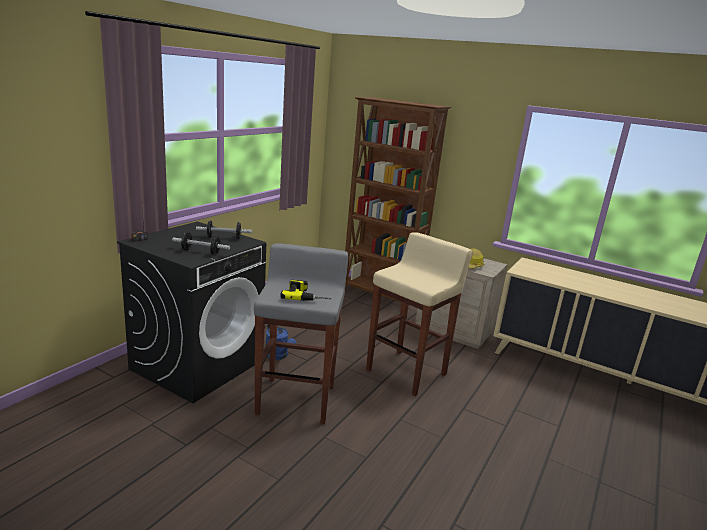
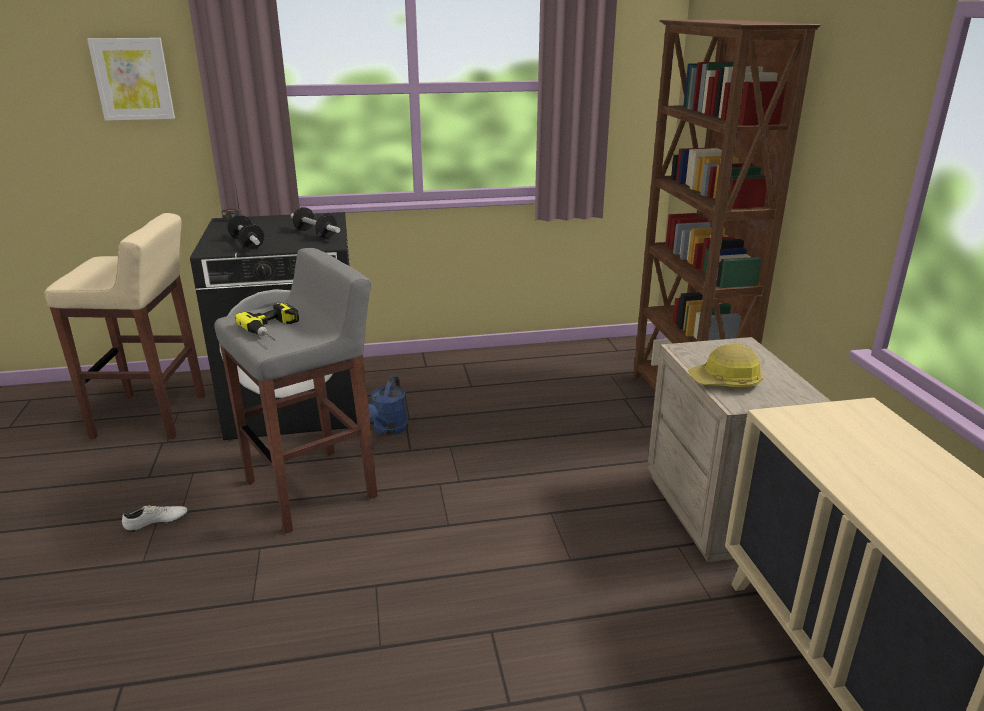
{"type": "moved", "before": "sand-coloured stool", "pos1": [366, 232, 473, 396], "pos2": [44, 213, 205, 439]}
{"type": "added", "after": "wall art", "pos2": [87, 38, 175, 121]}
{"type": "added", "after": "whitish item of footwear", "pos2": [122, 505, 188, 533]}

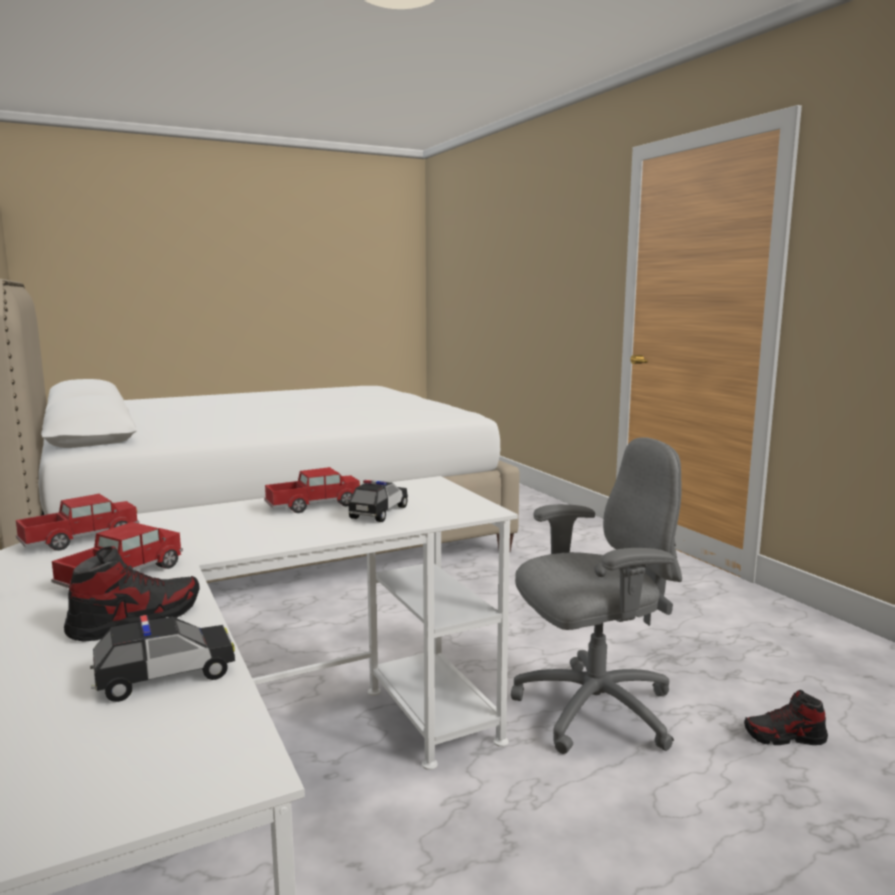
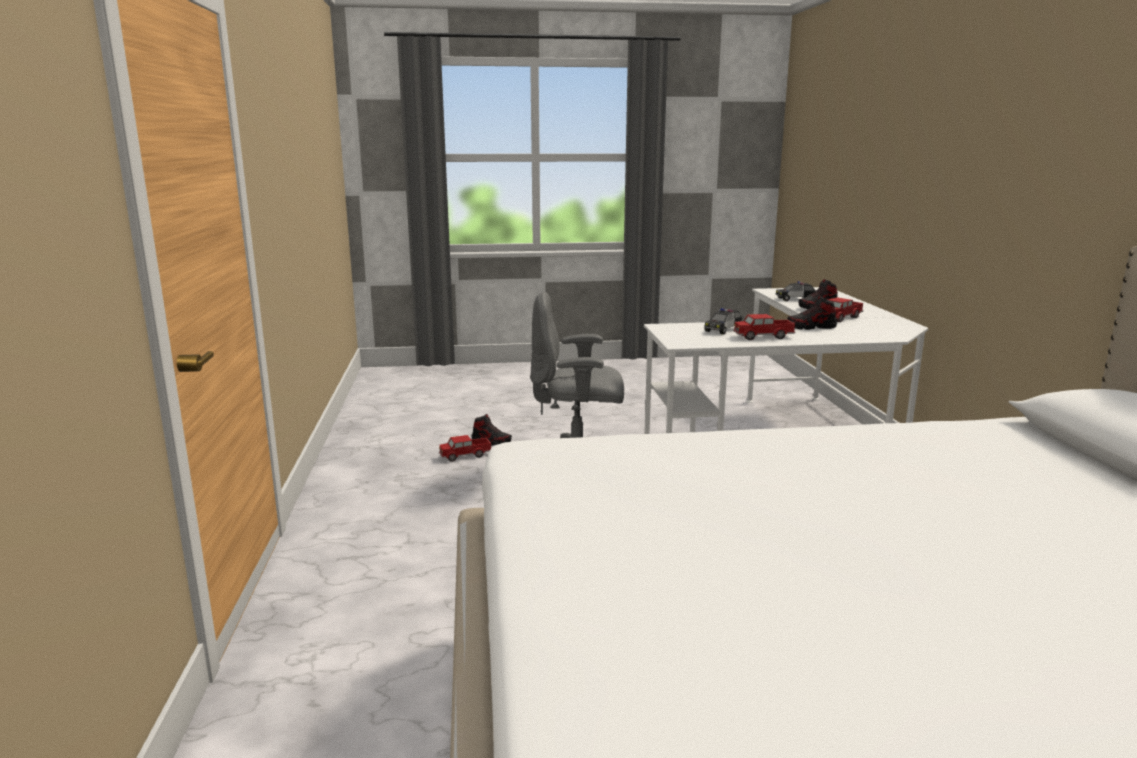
{"type": "moved", "before": "toy lorry", "pos1": [16, 494, 139, 551], "pos2": [439, 435, 491, 462]}
{"type": "added", "after": "item of footwear", "pos2": [787, 296, 837, 330]}

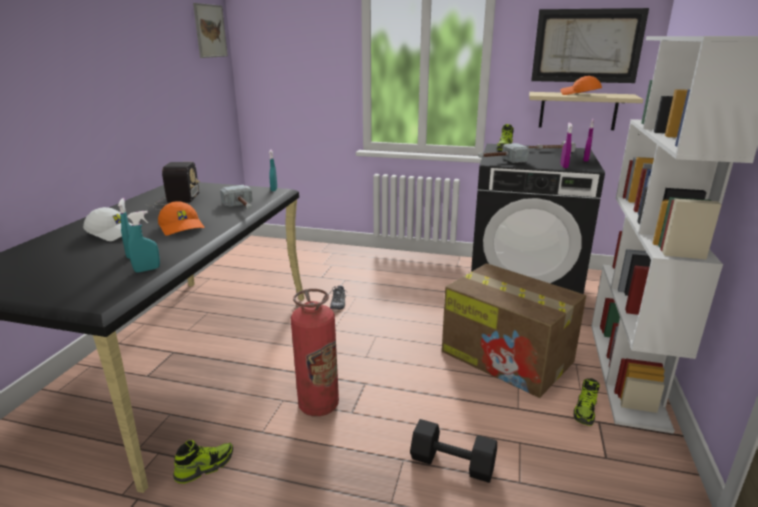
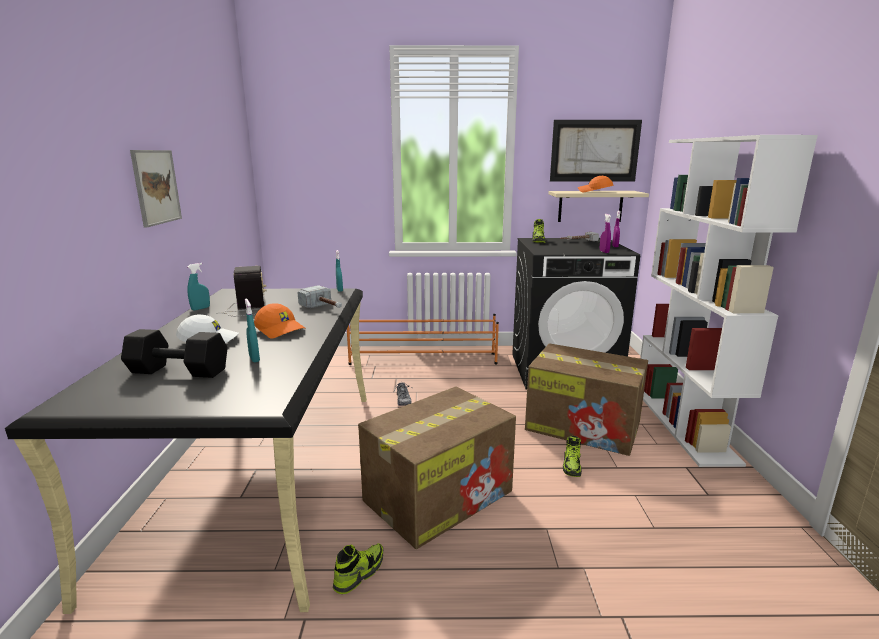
{"type": "moved", "before": "wall art", "pos1": [193, 3, 228, 58], "pos2": [130, 150, 182, 228]}
{"type": "removed", "before": "tool hammer", "pos1": [478, 143, 529, 163]}
{"type": "moved", "before": "turquoise-coloured sprayer", "pos1": [127, 211, 160, 273], "pos2": [187, 263, 210, 311]}
{"type": "replaced", "before": "extinguisher", "after": "packing box", "pos1": [291, 289, 339, 416], "pos2": [358, 386, 516, 549]}
{"type": "moved", "before": "item of footwear", "pos1": [574, 378, 600, 426], "pos2": [563, 436, 582, 477]}
{"type": "moved", "before": "black free weight", "pos1": [410, 419, 497, 483], "pos2": [121, 329, 228, 378]}
{"type": "added", "after": "orange-coloured shoe shelf", "pos2": [347, 314, 499, 365]}

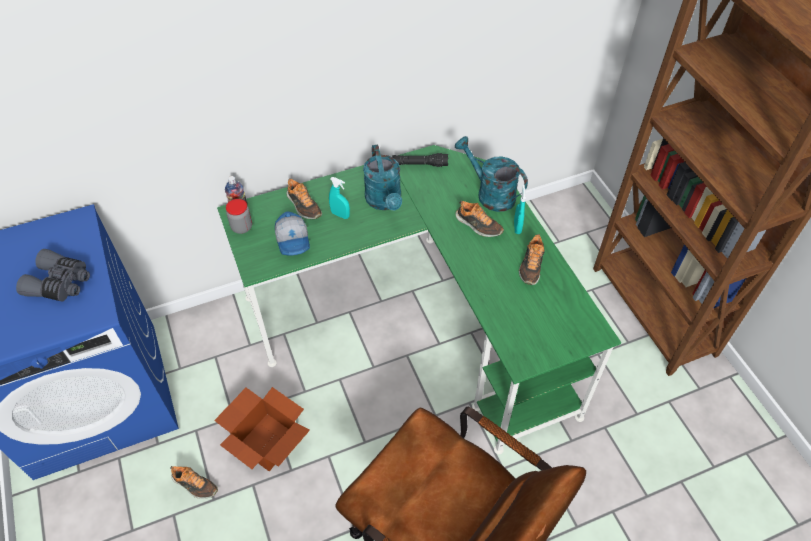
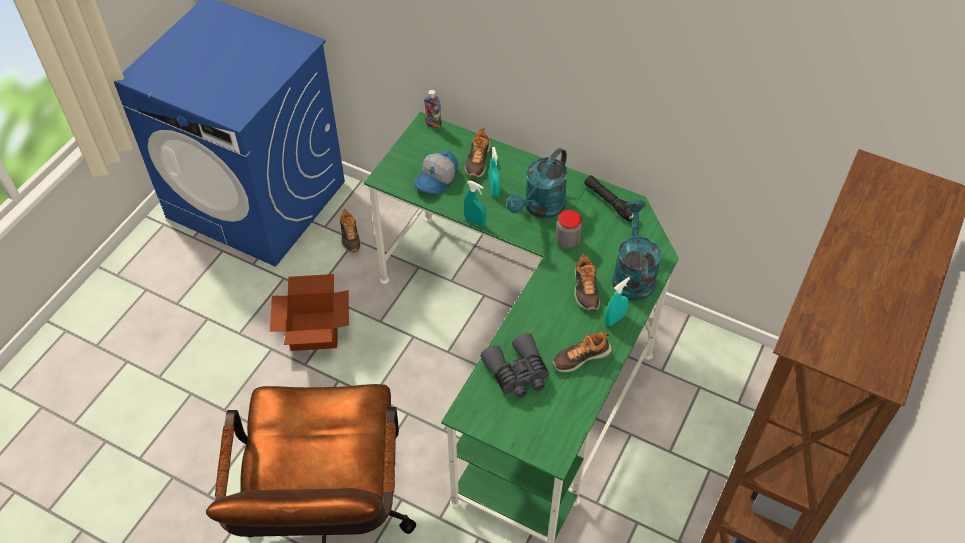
{"type": "moved", "before": "storage jar", "pos1": [226, 199, 252, 234], "pos2": [556, 210, 582, 248]}
{"type": "moved", "before": "gray pair of binoculars", "pos1": [16, 249, 90, 302], "pos2": [480, 333, 549, 398]}
{"type": "moved", "before": "item of footwear", "pos1": [170, 466, 218, 499], "pos2": [340, 209, 361, 252]}
{"type": "added", "after": "turquoise-coloured sprayer", "pos2": [463, 181, 486, 226]}

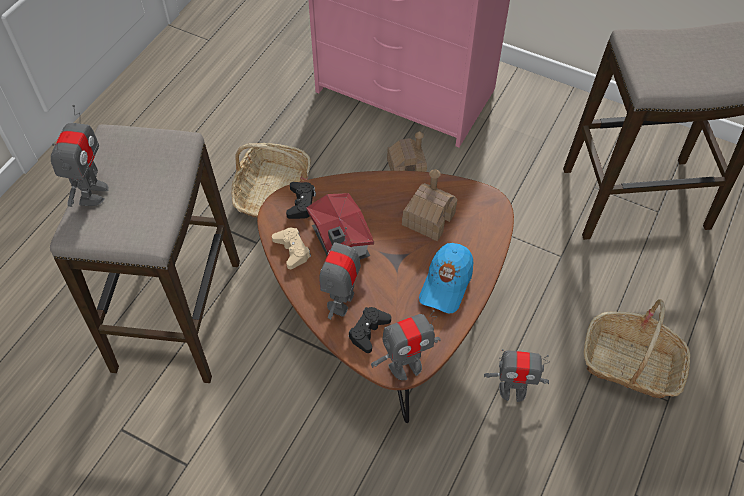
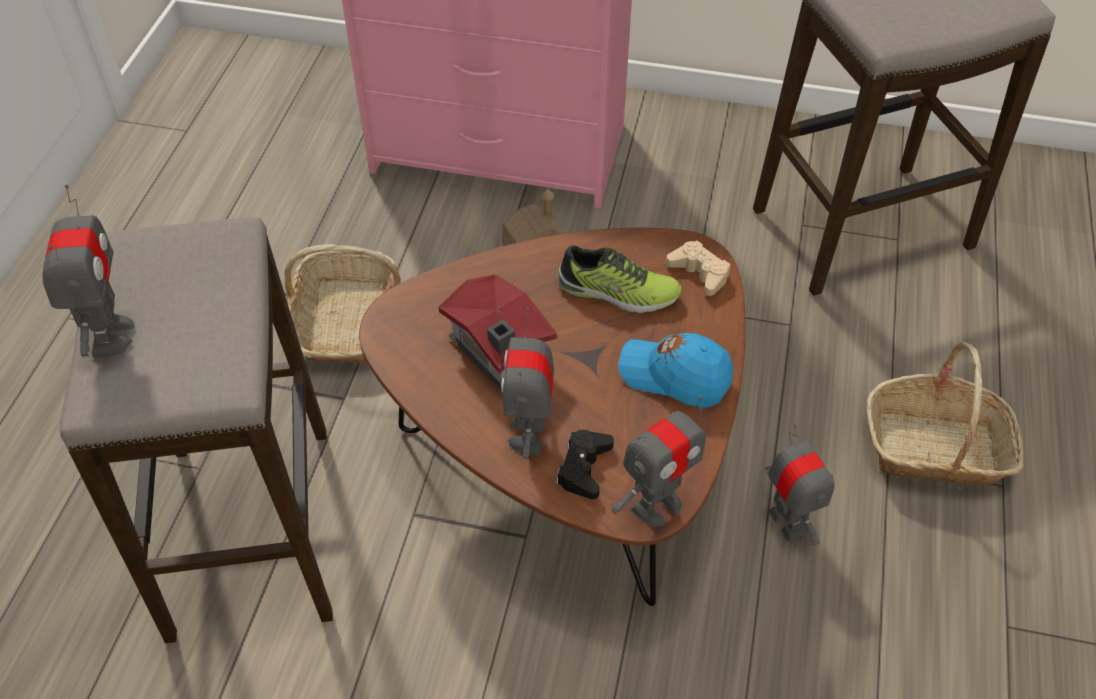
{"type": "replaced", "before": "miniature house", "after": "item of footwear", "pos1": [402, 169, 457, 241], "pos2": [557, 245, 682, 313]}
{"type": "removed", "before": "black joypad", "pos1": [286, 182, 316, 219]}
{"type": "moved", "before": "sand-coloured joypad", "pos1": [272, 228, 311, 269], "pos2": [666, 241, 730, 296]}
{"type": "turned", "before": "blue-coloured peaked cap", "pos1": [419, 243, 473, 314], "pos2": [618, 333, 733, 408], "turn": 105}
{"type": "turned", "before": "robot figure", "pos1": [484, 349, 549, 402], "pos2": [765, 425, 834, 545], "turn": -105}

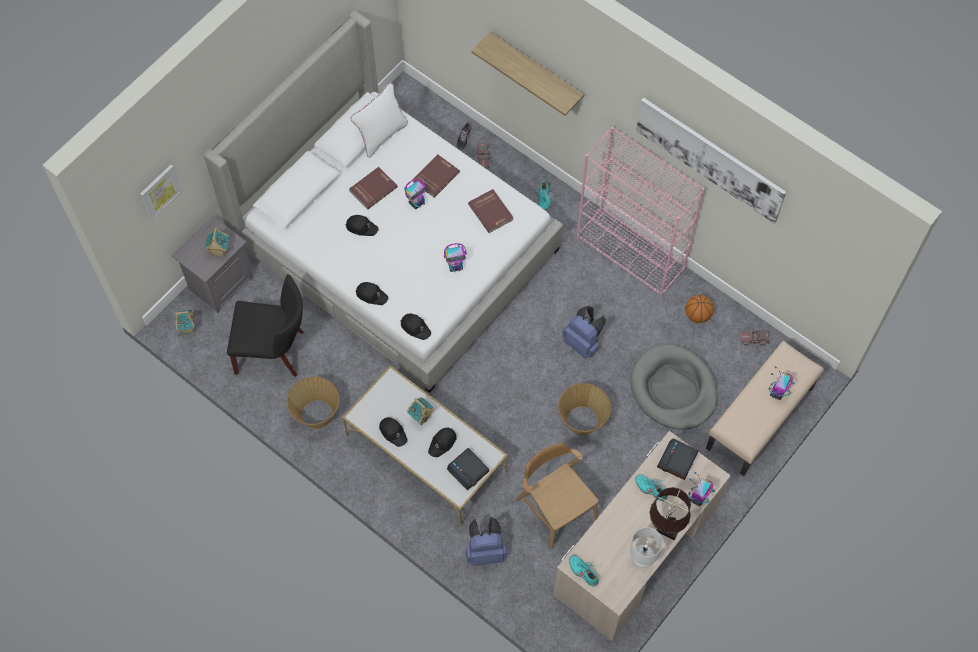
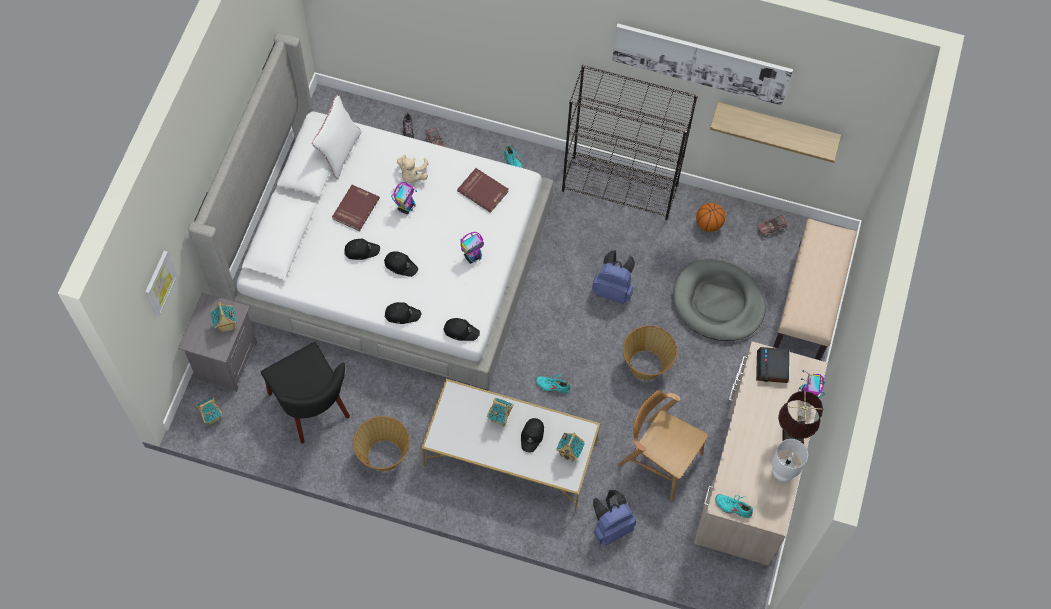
{"type": "moved", "before": "bracket shelf", "pos1": [471, 32, 584, 116], "pos2": [710, 102, 841, 163]}
{"type": "recoloured", "before": "pink-coloured bookcase", "after": "black bookcase", "pos1": [577, 126, 705, 298], "pos2": [562, 65, 698, 220]}
{"type": "replaced", "before": "reddish volume", "after": "sand-coloured soft toy", "pos1": [413, 155, 460, 198], "pos2": [397, 155, 429, 183]}
{"type": "turned", "before": "black plain chair", "pos1": [227, 274, 304, 377], "pos2": [261, 342, 350, 444], "turn": 75}
{"type": "removed", "before": "robot figure", "pos1": [769, 366, 795, 400]}
{"type": "moved", "before": "black peaked cap", "pos1": [379, 417, 407, 447], "pos2": [384, 251, 418, 277]}
{"type": "replaced", "before": "table clock", "after": "miniature house", "pos1": [447, 448, 489, 491], "pos2": [556, 432, 585, 462]}
{"type": "moved", "before": "turquoise-coloured item of footwear", "pos1": [635, 474, 668, 501], "pos2": [536, 374, 571, 394]}

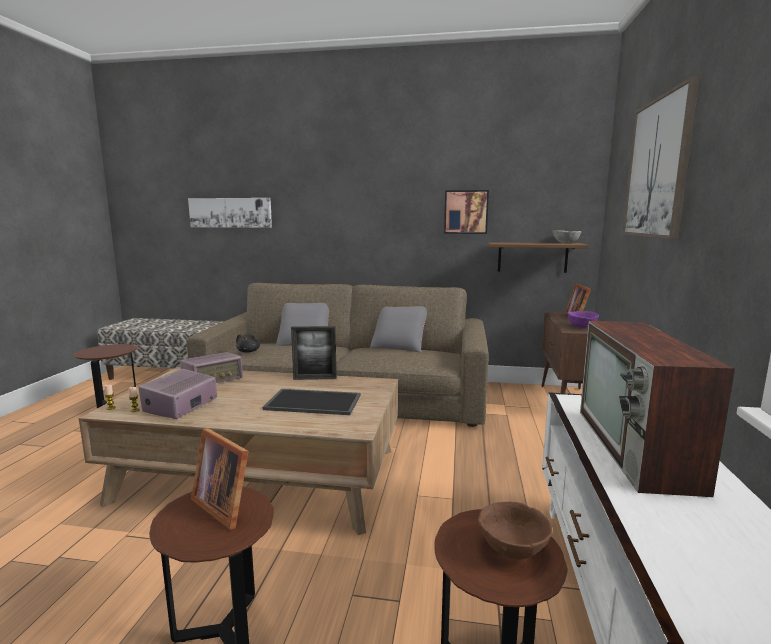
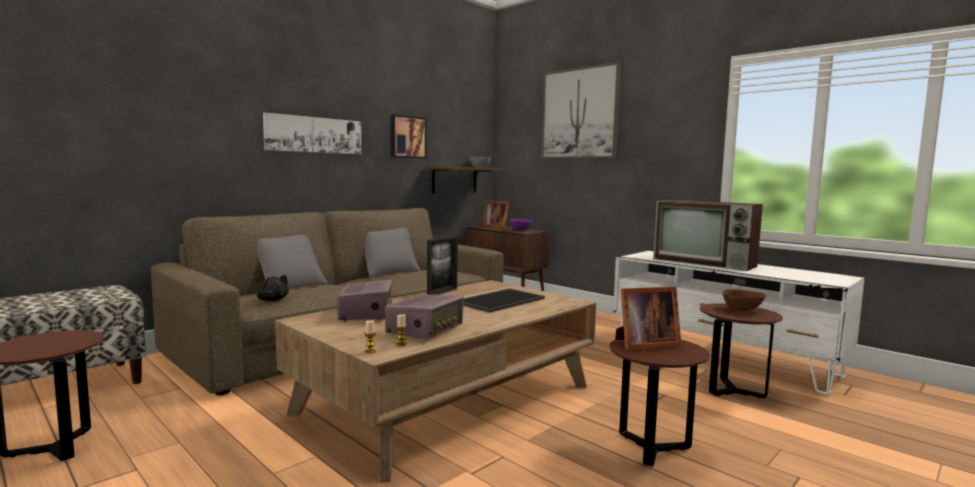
{"type": "moved", "before": "wall art", "pos1": [188, 198, 272, 228], "pos2": [263, 113, 361, 154]}
{"type": "turned", "before": "radio", "pos1": [138, 369, 217, 419], "pos2": [385, 294, 464, 340], "turn": -120}

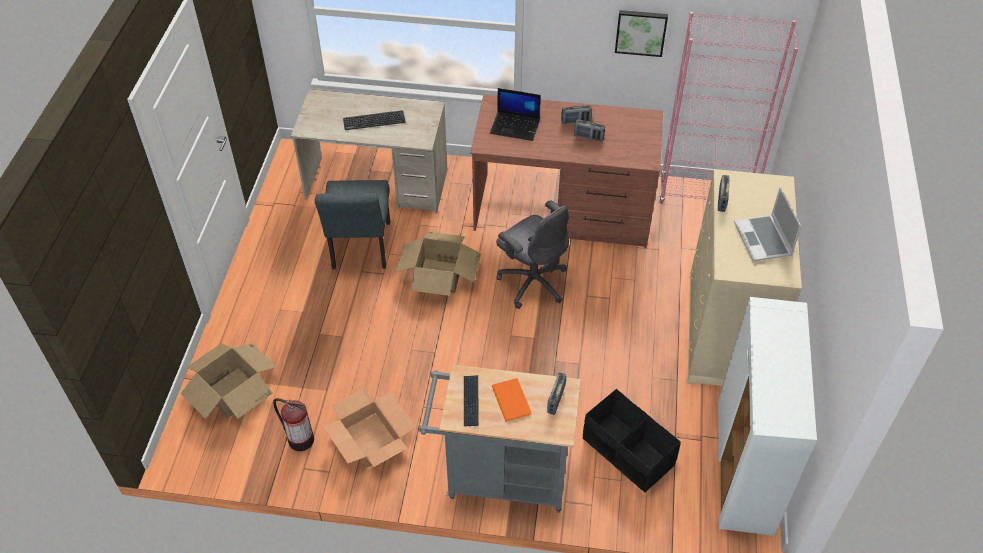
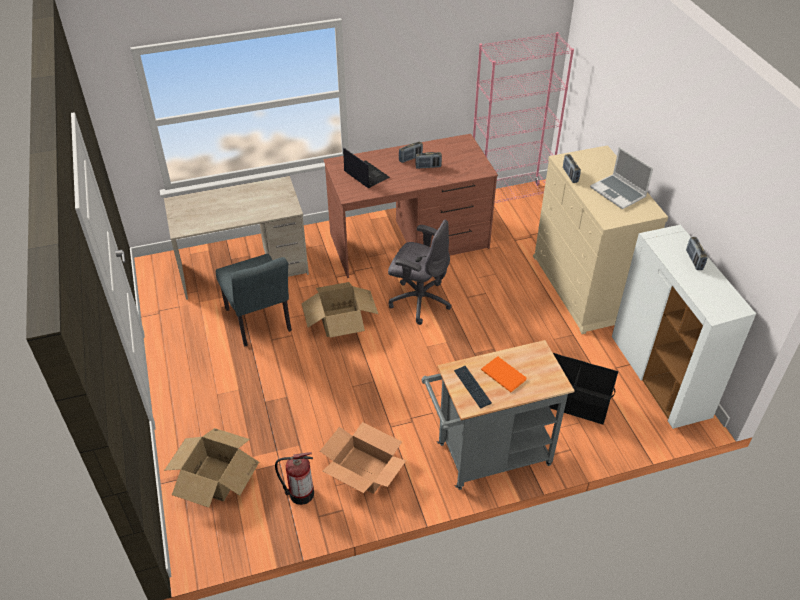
{"type": "removed", "before": "wall art", "pos1": [615, 10, 668, 57]}
{"type": "turned", "before": "portable computer", "pos1": [490, 88, 541, 141], "pos2": [343, 148, 390, 188], "turn": -120}
{"type": "removed", "before": "computer keyboard", "pos1": [343, 110, 406, 130]}
{"type": "moved", "before": "radio", "pos1": [547, 373, 566, 415], "pos2": [686, 237, 708, 270]}

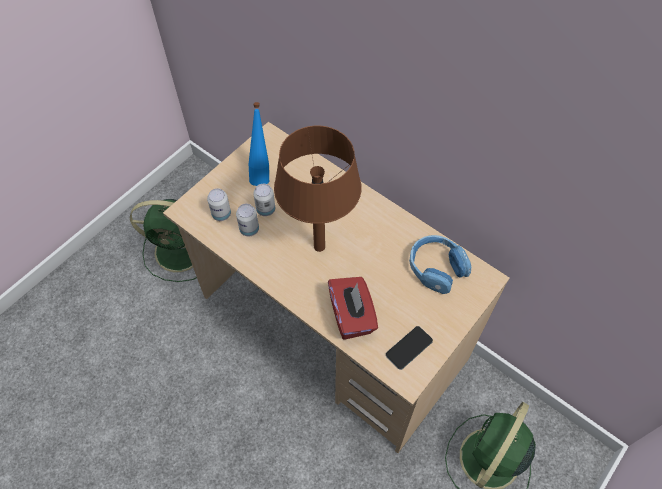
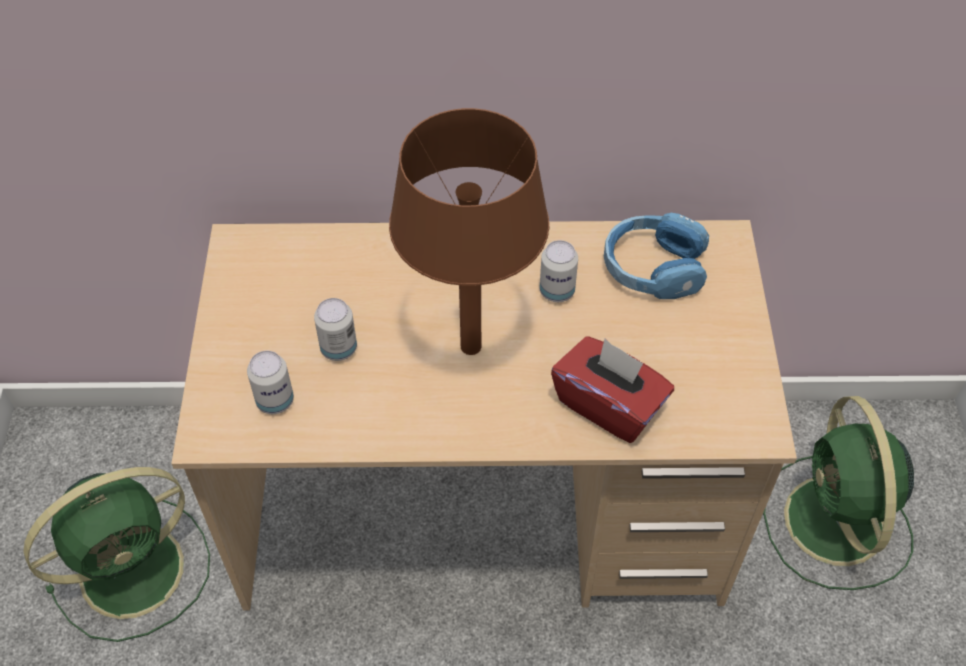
{"type": "removed", "before": "blue-coloured drink bottle", "pos1": [249, 102, 269, 186]}
{"type": "moved", "before": "can", "pos1": [236, 204, 259, 236], "pos2": [540, 240, 578, 302]}
{"type": "removed", "before": "telephone", "pos1": [386, 326, 433, 370]}

